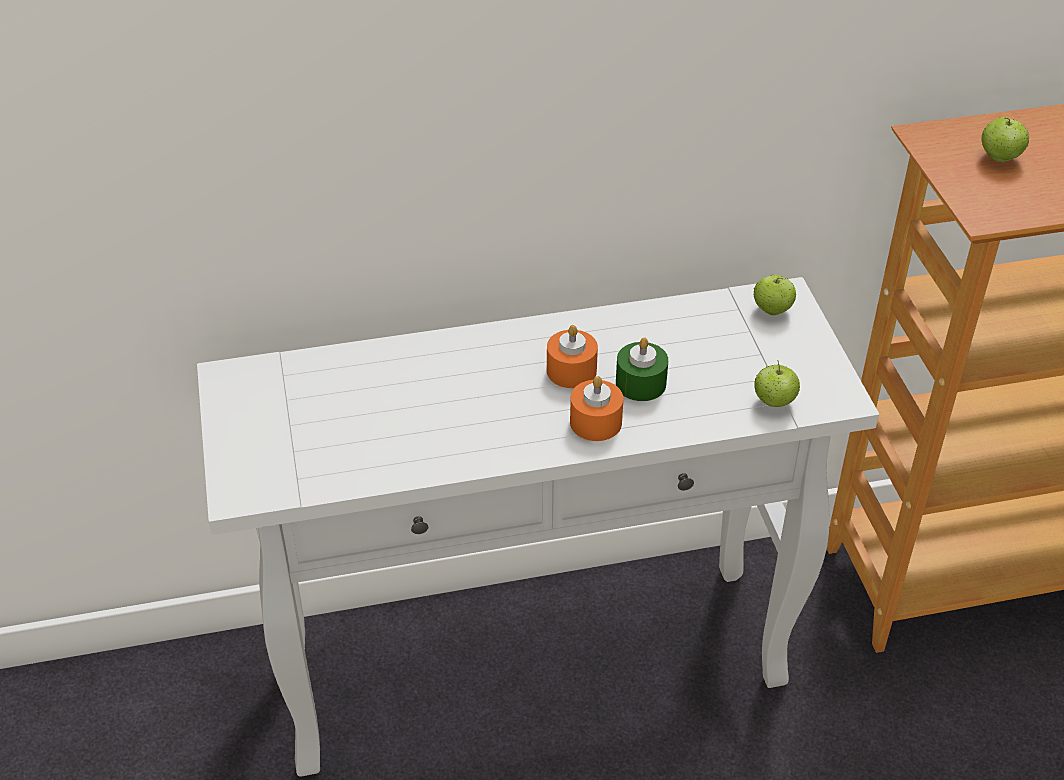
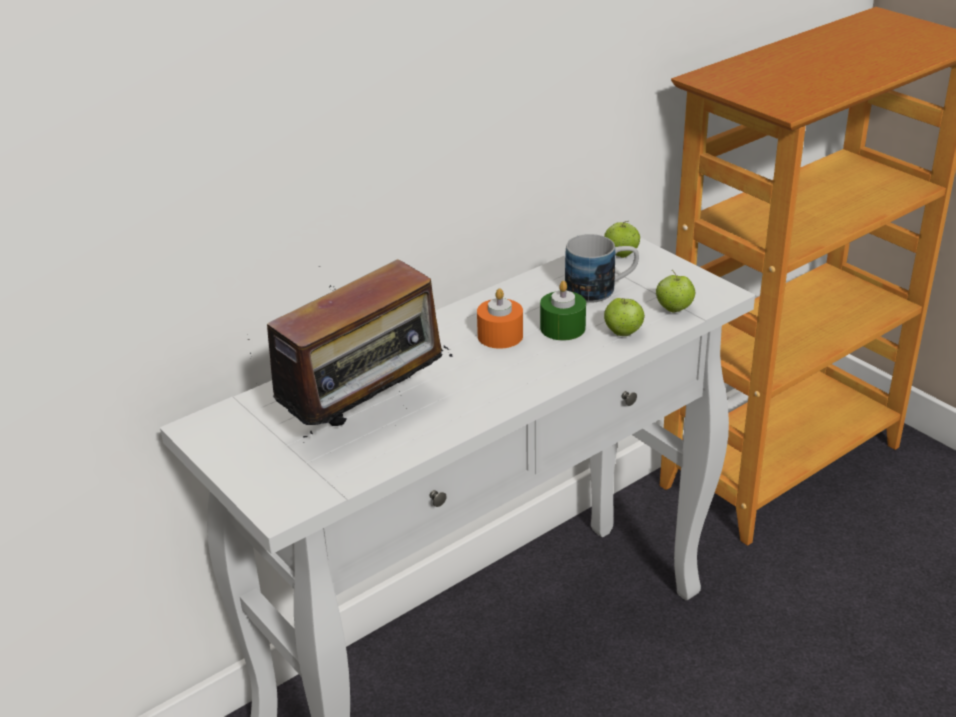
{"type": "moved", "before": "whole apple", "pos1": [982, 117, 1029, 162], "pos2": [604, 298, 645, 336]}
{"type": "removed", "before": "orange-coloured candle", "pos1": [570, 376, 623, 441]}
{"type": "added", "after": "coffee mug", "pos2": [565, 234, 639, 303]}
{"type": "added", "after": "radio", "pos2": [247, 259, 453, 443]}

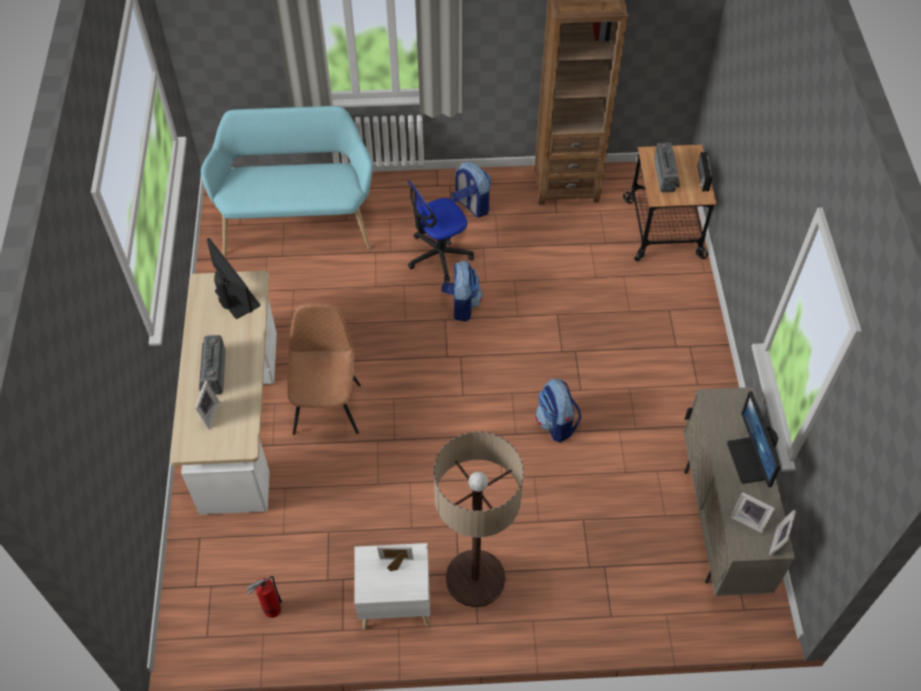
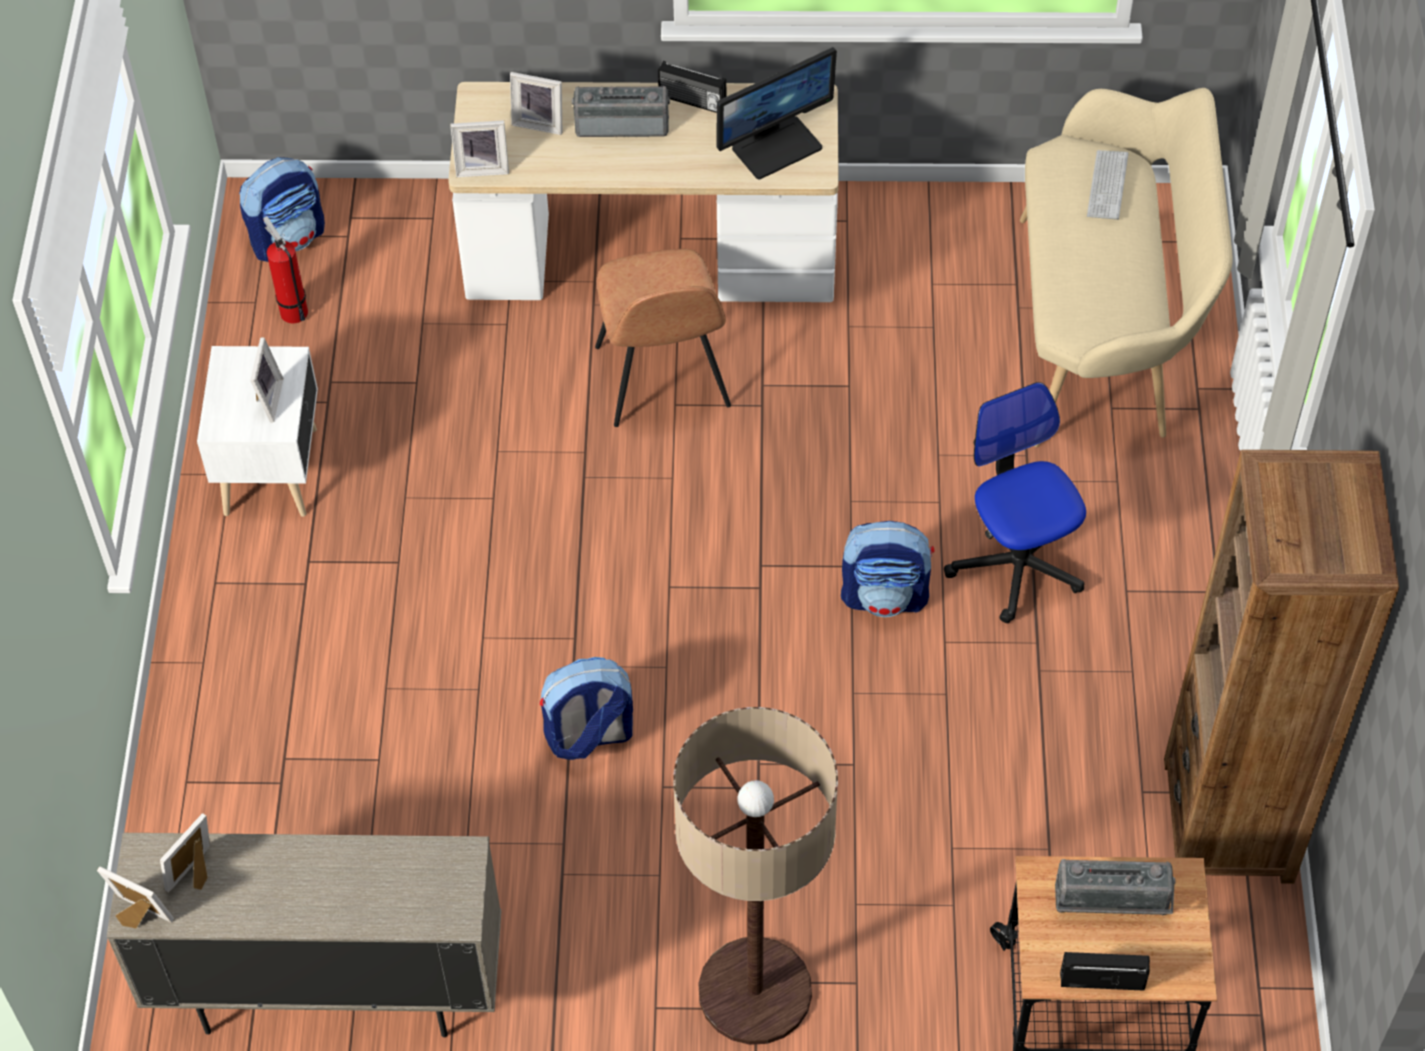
{"type": "recoloured", "before": "turquoise-coloured indoor bench", "after": "sand-coloured indoor bench", "pos1": [201, 106, 373, 255], "pos2": [1020, 88, 1233, 447]}
{"type": "moved", "before": "rucksack", "pos1": [451, 161, 491, 217], "pos2": [239, 157, 325, 262]}
{"type": "turned", "before": "brown plain chair", "pos1": [287, 304, 361, 435], "pos2": [595, 249, 731, 427], "turn": 75}
{"type": "removed", "before": "computer screen", "pos1": [727, 391, 781, 488]}
{"type": "moved", "before": "floor lamp", "pos1": [434, 432, 524, 607], "pos2": [673, 707, 838, 1045]}
{"type": "added", "after": "radio", "pos2": [658, 61, 726, 113]}
{"type": "added", "after": "standing frame", "pos2": [450, 120, 509, 177]}
{"type": "added", "after": "computer keyboard", "pos2": [1087, 150, 1128, 220]}

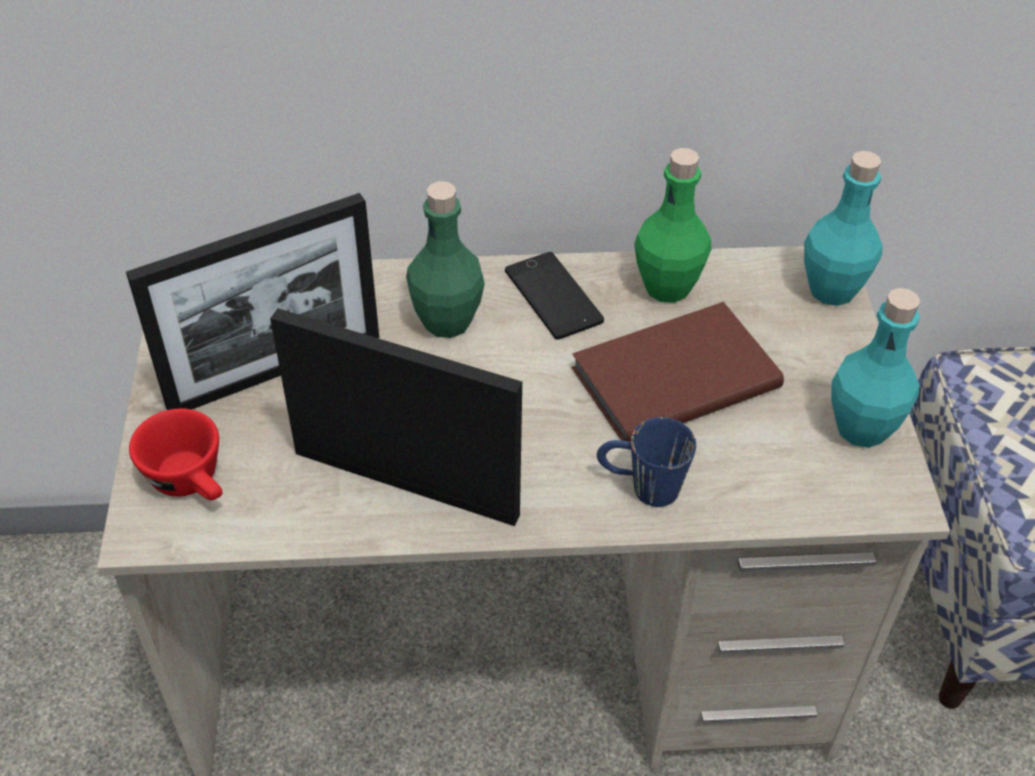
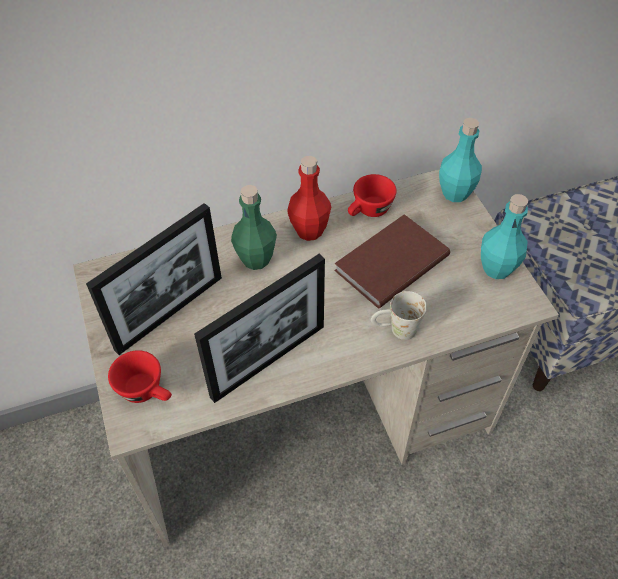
{"type": "replaced", "before": "green-coloured drink bottle", "after": "reddish small cup", "pos1": [634, 148, 712, 303], "pos2": [348, 174, 397, 217]}
{"type": "replaced", "before": "telephone", "after": "reddish drink bottle", "pos1": [505, 252, 604, 340], "pos2": [287, 156, 331, 241]}
{"type": "turned", "before": "standing frame", "pos1": [270, 308, 522, 526], "pos2": [194, 254, 325, 403], "turn": 135}
{"type": "recoloured", "before": "blue-coloured coffee mug", "after": "whitish coffee mug", "pos1": [597, 417, 696, 507], "pos2": [371, 291, 427, 340]}

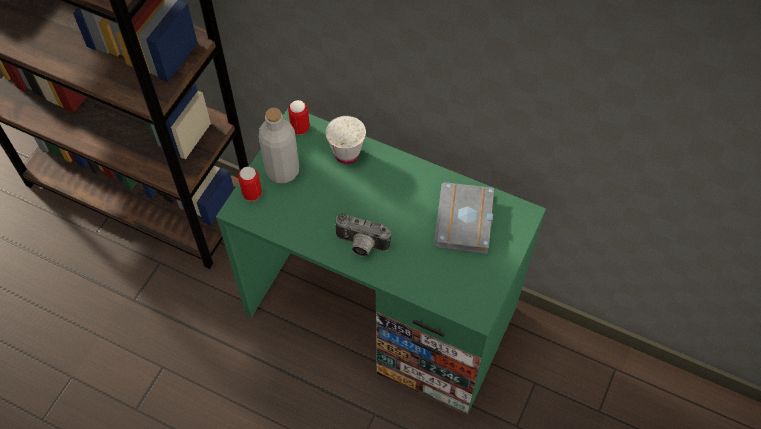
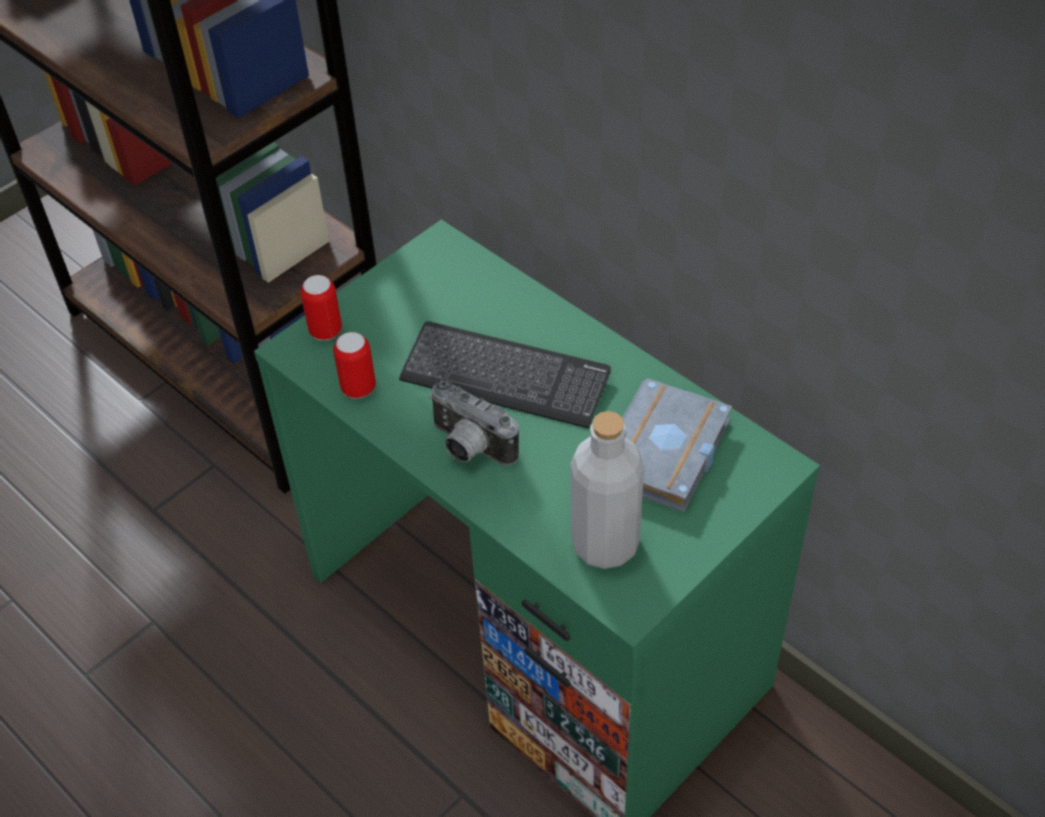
{"type": "moved", "before": "can", "pos1": [288, 100, 310, 135], "pos2": [333, 332, 376, 399]}
{"type": "moved", "before": "gray drink bottle", "pos1": [259, 108, 299, 183], "pos2": [570, 411, 644, 569]}
{"type": "removed", "before": "whitish small cup", "pos1": [325, 116, 366, 164]}
{"type": "added", "after": "computer keyboard", "pos2": [399, 321, 611, 429]}

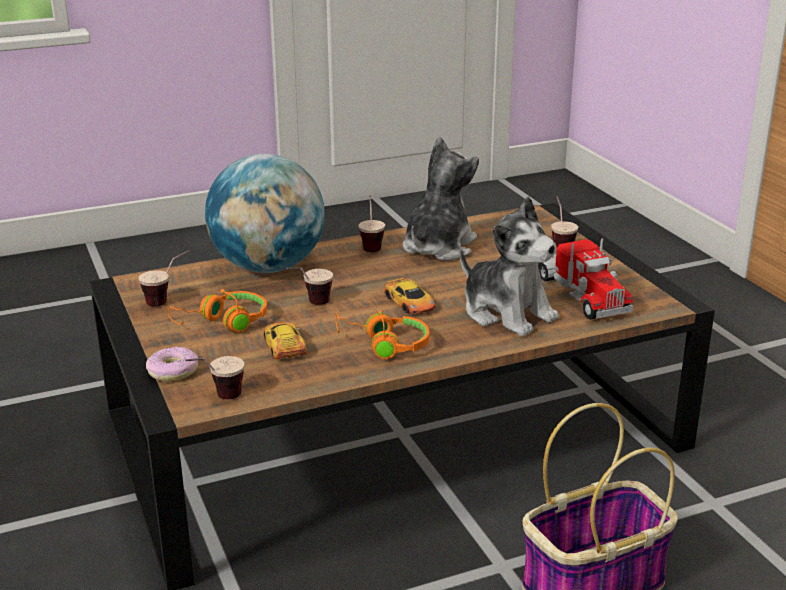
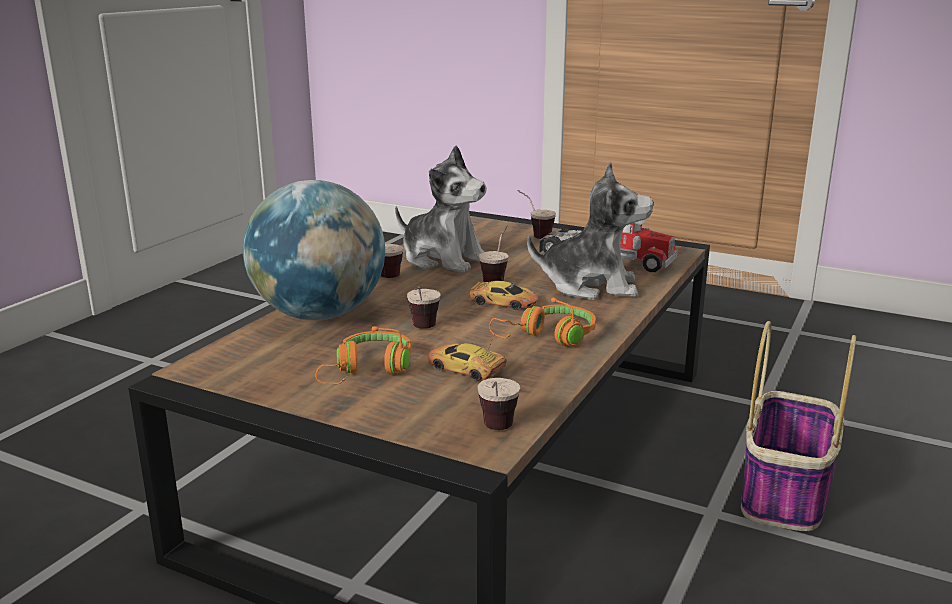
{"type": "turned", "before": "soft toy", "pos1": [403, 136, 479, 261], "pos2": [395, 145, 487, 273], "turn": 135}
{"type": "moved", "before": "small cup", "pos1": [139, 250, 190, 307], "pos2": [479, 225, 509, 282]}
{"type": "removed", "before": "donut", "pos1": [146, 347, 199, 381]}

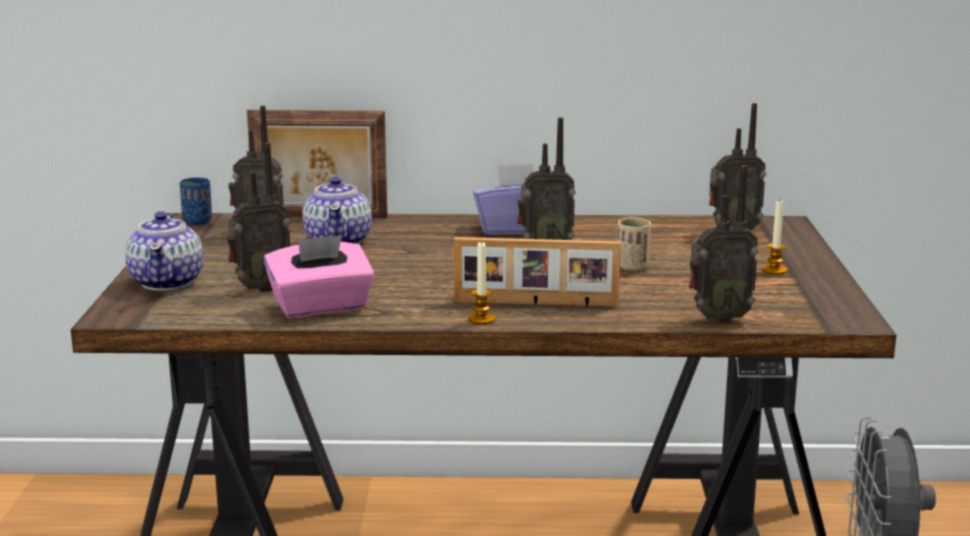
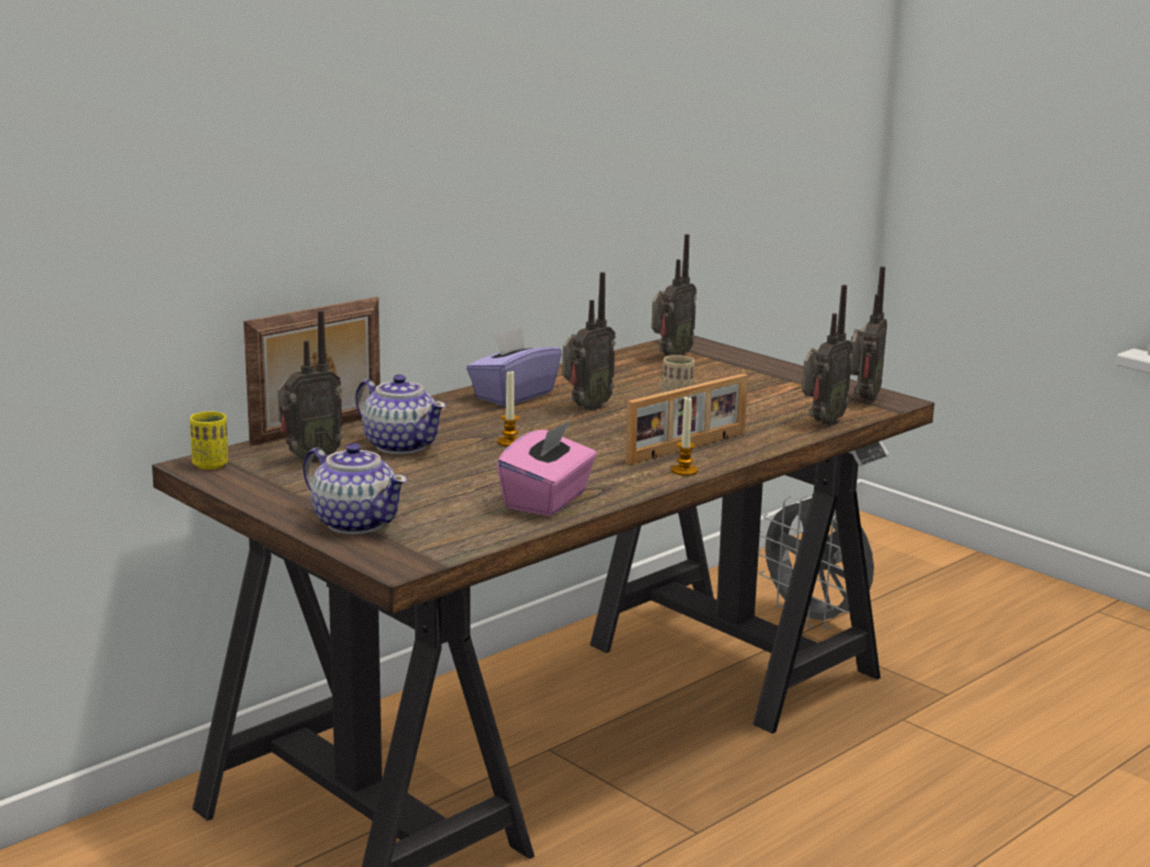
{"type": "moved", "before": "radio", "pos1": [227, 142, 290, 293], "pos2": [850, 266, 887, 401]}
{"type": "recoloured", "before": "blue-coloured small cup", "after": "yellow-coloured small cup", "pos1": [180, 177, 212, 225], "pos2": [190, 411, 228, 470]}
{"type": "moved", "before": "candle", "pos1": [762, 201, 787, 274], "pos2": [497, 369, 520, 447]}

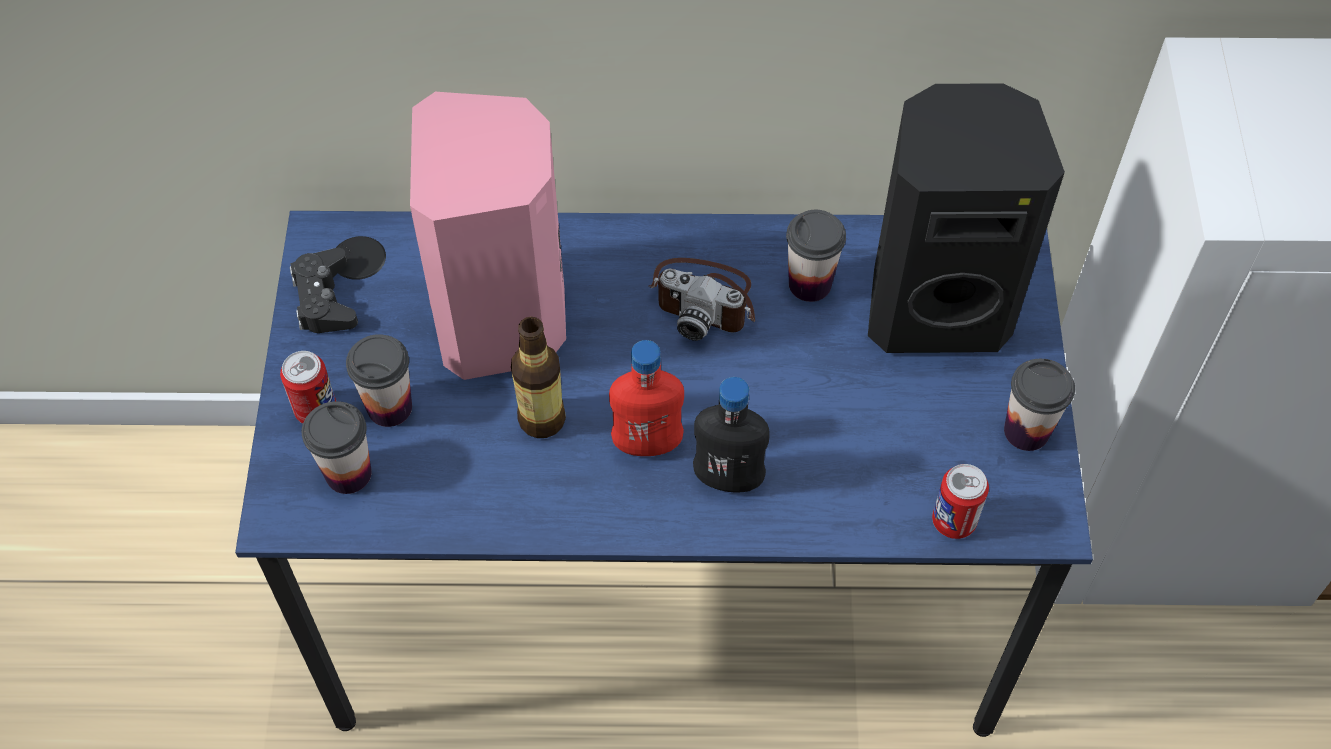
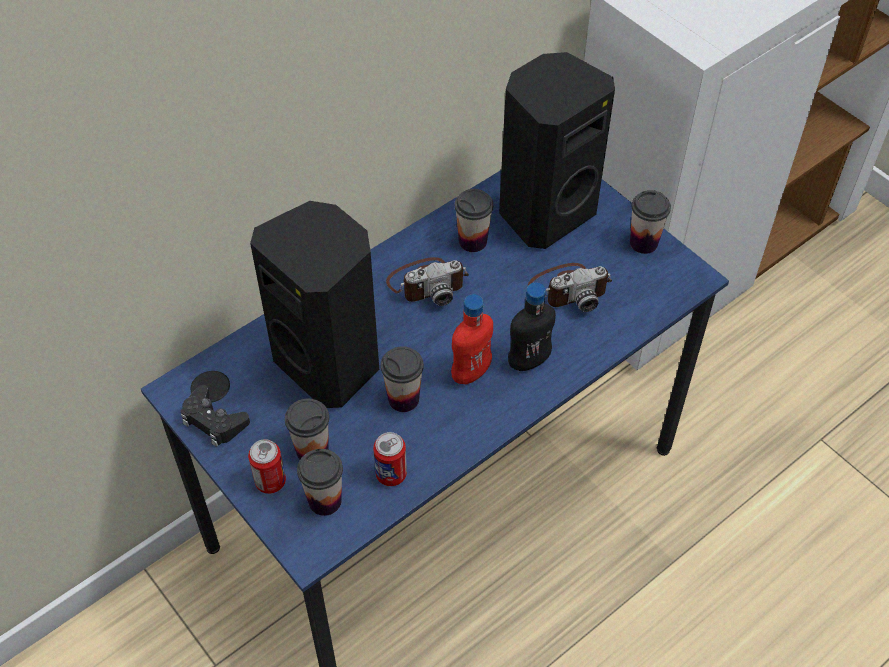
{"type": "recoloured", "before": "pink-coloured loudspeaker", "after": "black loudspeaker", "pos1": [410, 92, 566, 380], "pos2": [250, 201, 379, 408]}
{"type": "replaced", "before": "drink bottle", "after": "small cup", "pos1": [511, 317, 566, 438], "pos2": [381, 346, 424, 412]}
{"type": "moved", "before": "can", "pos1": [932, 464, 989, 539], "pos2": [373, 432, 407, 486]}
{"type": "added", "after": "still camera", "pos2": [528, 263, 612, 312]}

